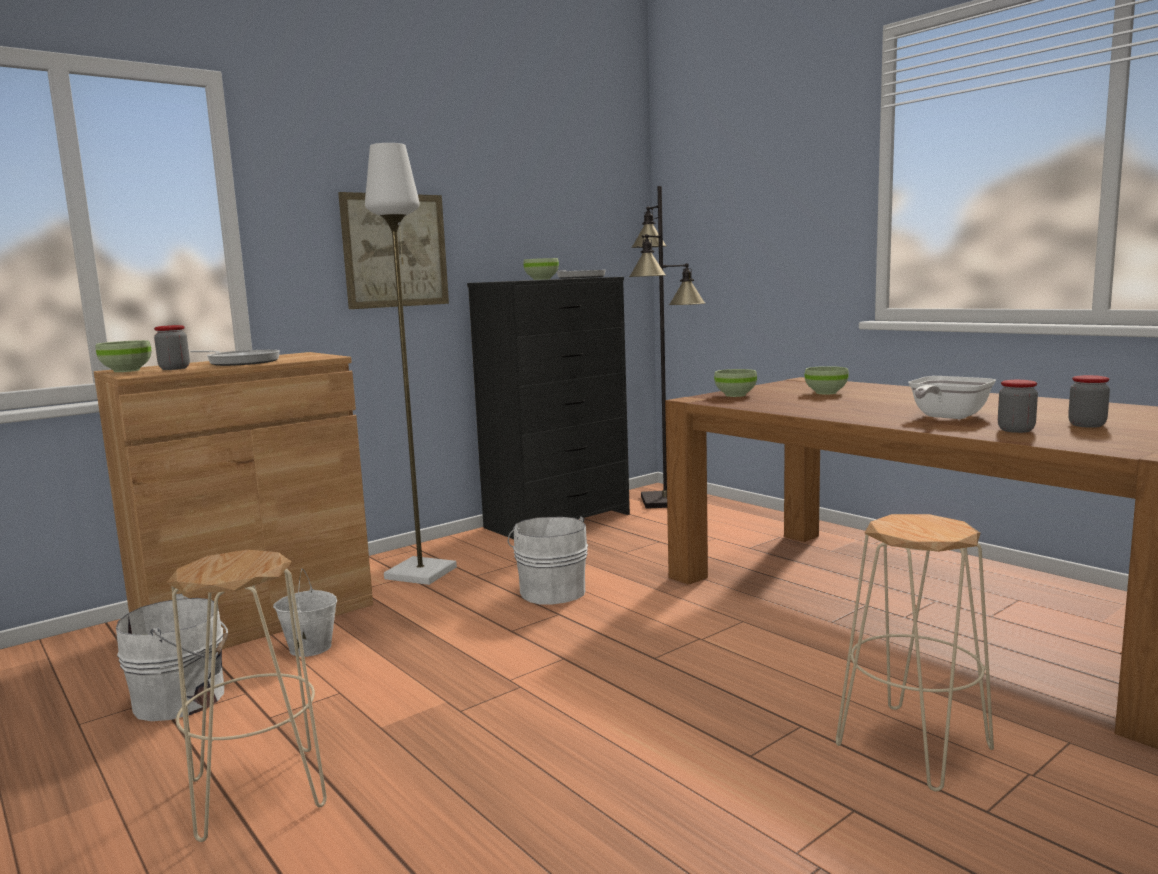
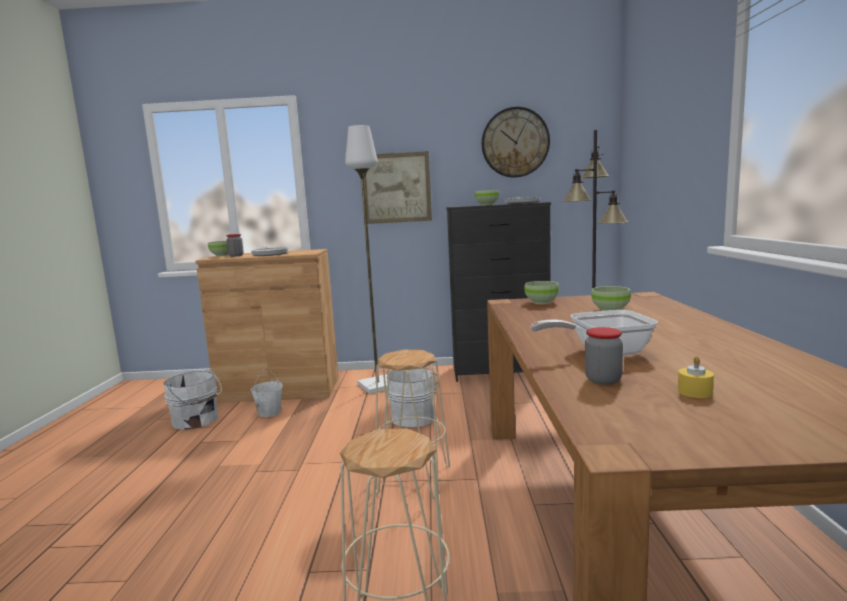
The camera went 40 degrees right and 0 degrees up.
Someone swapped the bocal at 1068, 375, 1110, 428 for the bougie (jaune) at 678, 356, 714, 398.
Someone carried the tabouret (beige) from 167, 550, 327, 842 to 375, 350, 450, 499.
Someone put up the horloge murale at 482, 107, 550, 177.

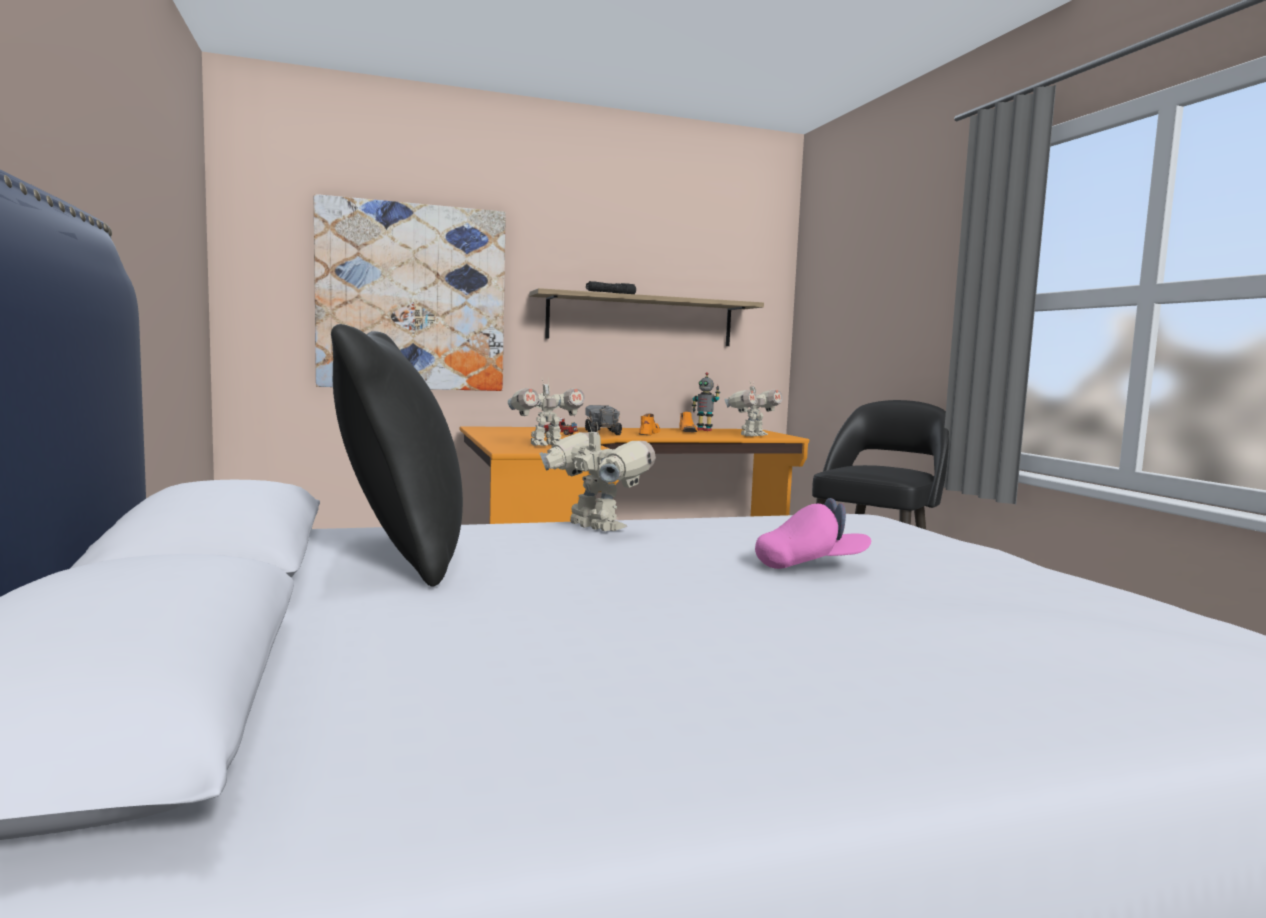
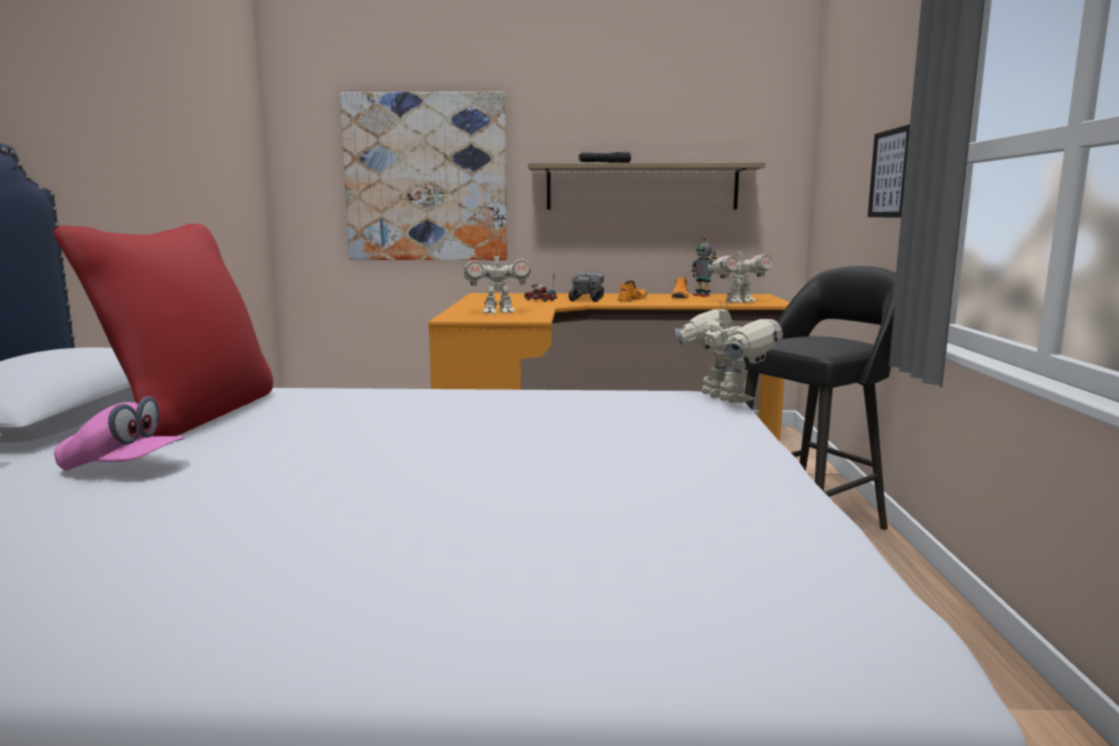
The camera went 20 degrees right and 5 degrees up.
Someone repainted the coussin (noir) at 331, 324, 463, 587, which became the coussin (rouge) at 54, 224, 273, 436.
Someone carried the robot jouet from 540, 421, 656, 531 to 675, 300, 783, 403.
Someone carried the casquette (rose) from 755, 498, 871, 569 to 54, 396, 185, 471.
Someone put up the tableau at 868, 124, 910, 217.

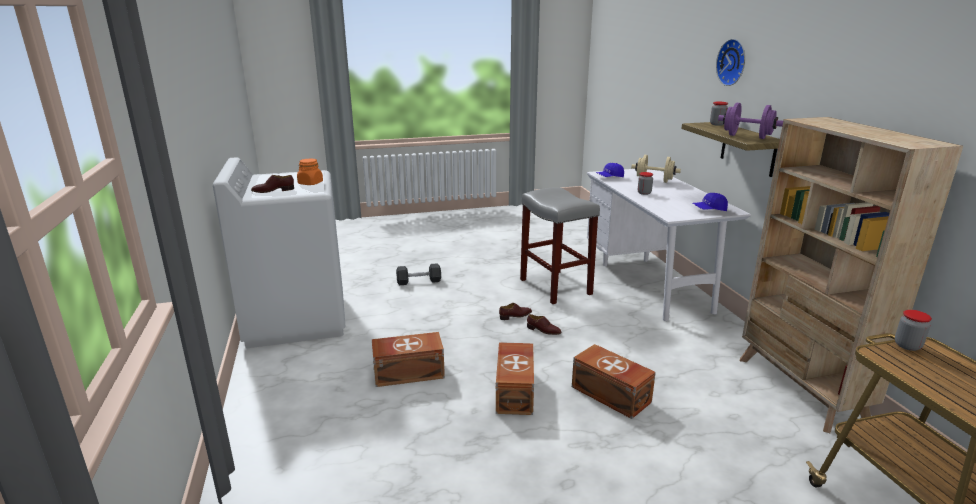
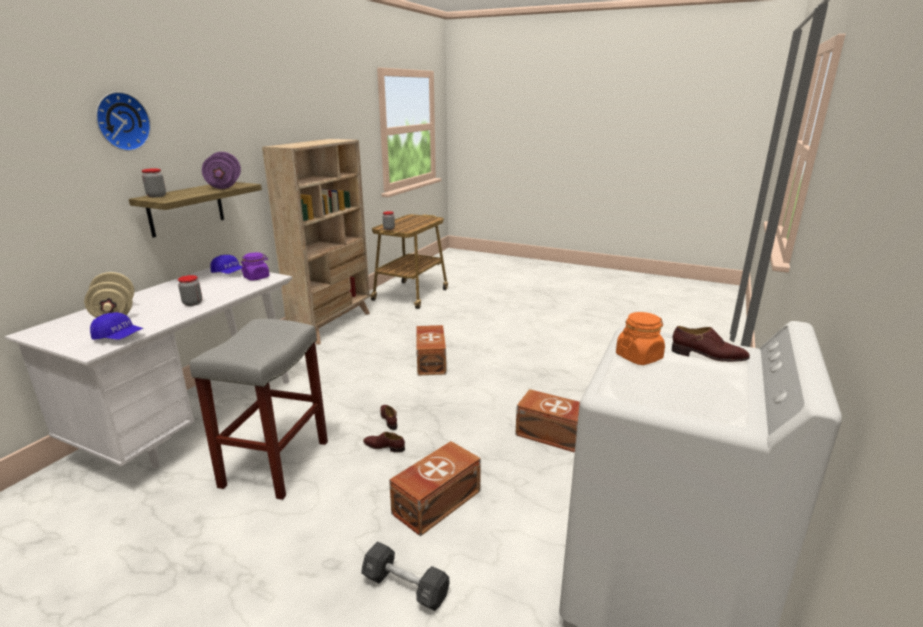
The camera went 140 degrees left and 0 degrees up.
Someone carried the boîte de rangement (marron) from 496, 342, 534, 415 to 389, 441, 481, 537.
Someone put down the bocal (violet) at 241, 252, 270, 280.

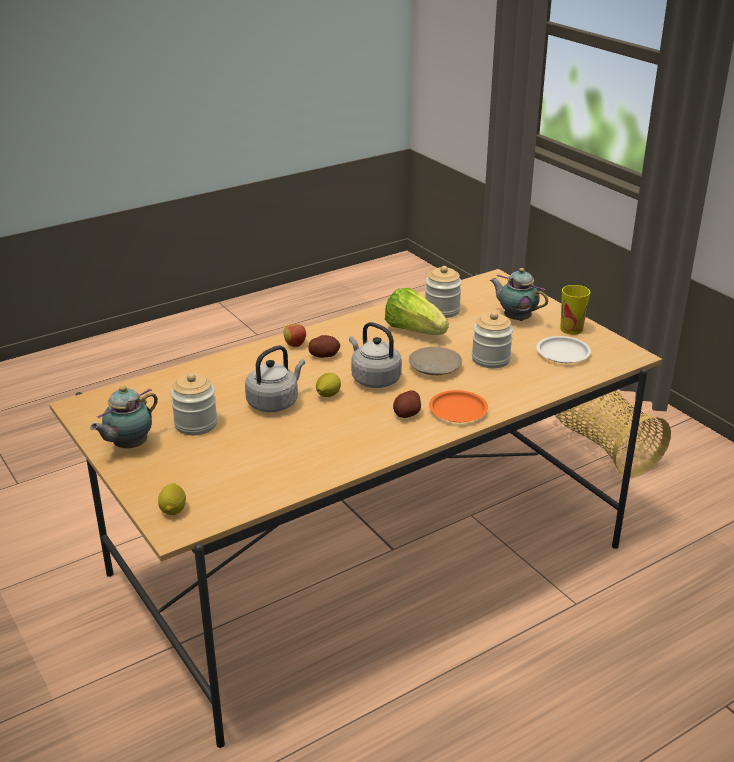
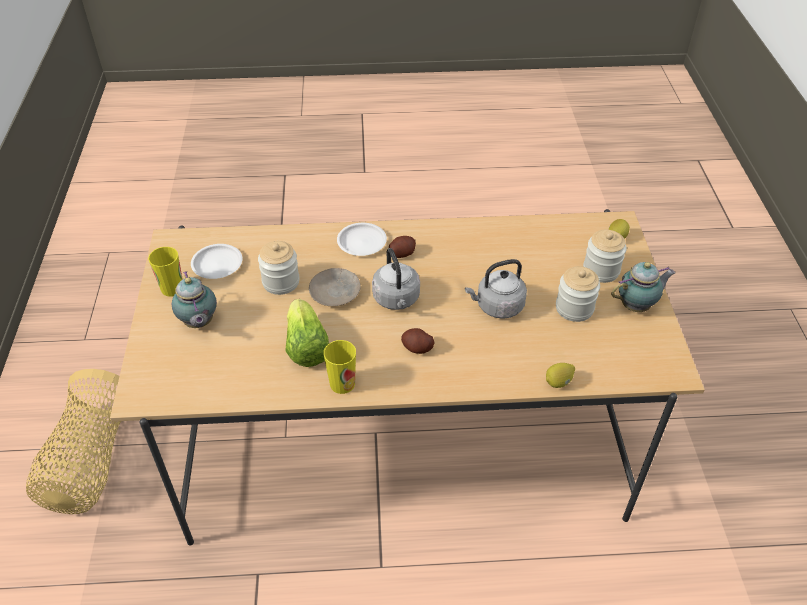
The camera went 150 degrees left and 15 degrees up.
Someone carried the bocal from 425, 266, 462, 318 to 583, 230, 627, 283.
Someone took away the pomme at 283, 320, 306, 347.
Someone carried the citron from 316, 373, 341, 397 to 546, 363, 575, 388.
Someone repainted the assiette (orange) at 429, 390, 488, 422, which became the assiette (blanc) at 337, 223, 387, 256.
Someone put down the tasse at 323, 340, 356, 394.

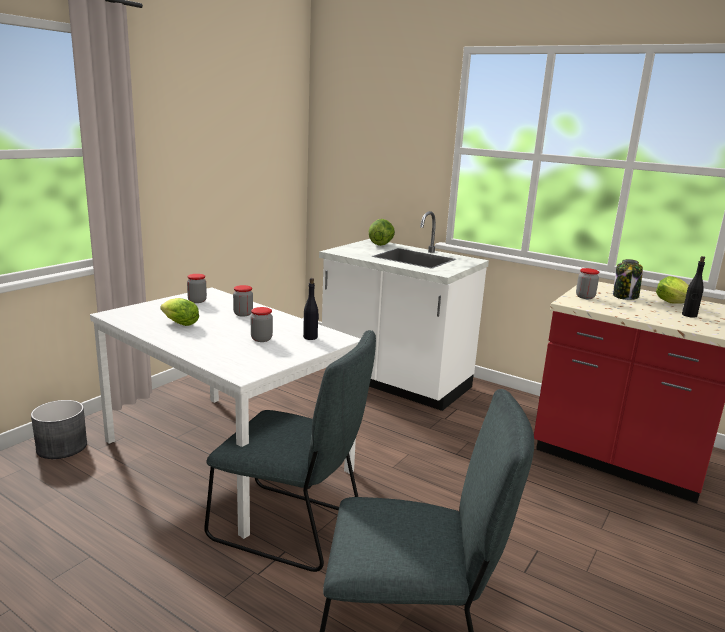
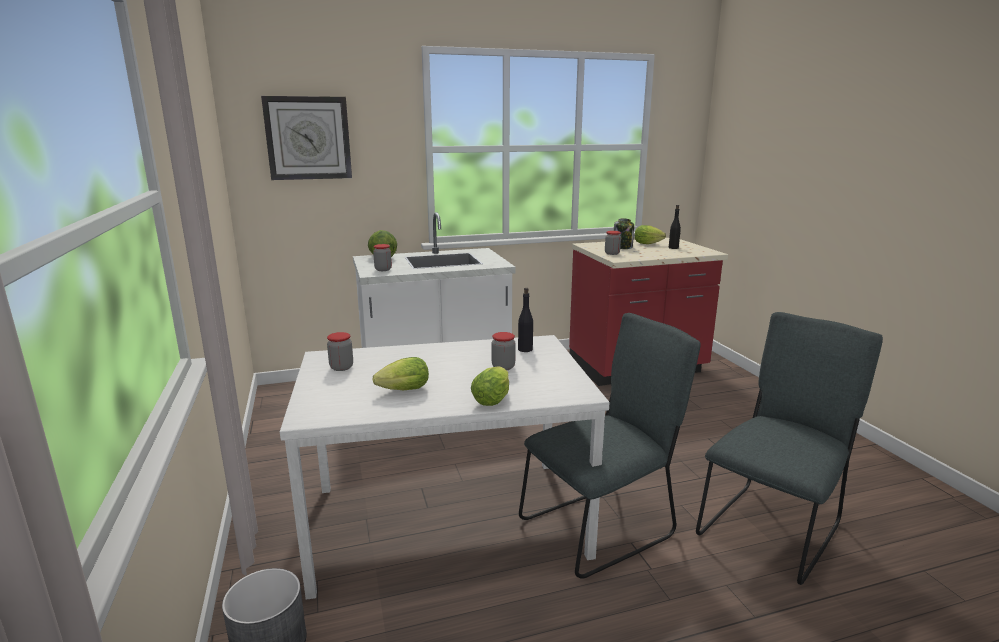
The camera went 50 degrees left and 0 degrees up.
Someone carried the bocal from 233, 285, 253, 317 to 373, 244, 392, 271.
Someone put up the horloge murale at 261, 96, 352, 180.
Someone put down the laitue at 471, 366, 509, 406.

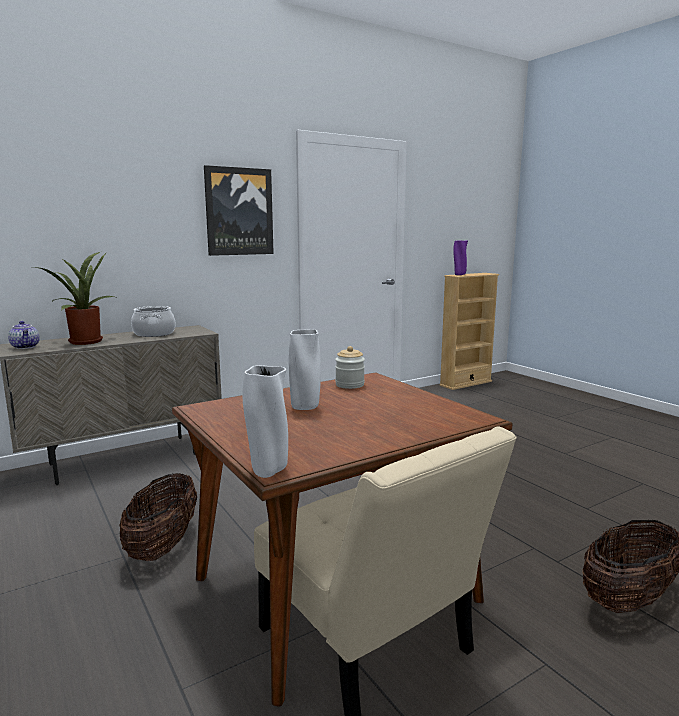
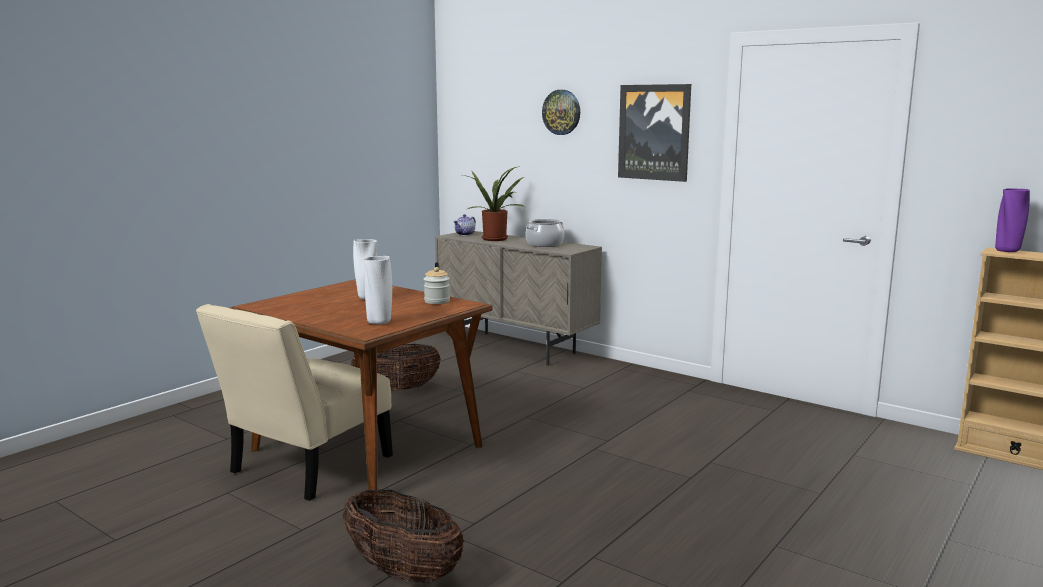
The camera went 70 degrees right and 0 degrees up.
Someone carried the vase (blanc) from 242, 365, 288, 478 to 364, 256, 392, 324.
Someone put up the horloge murale at 542, 90, 580, 135.

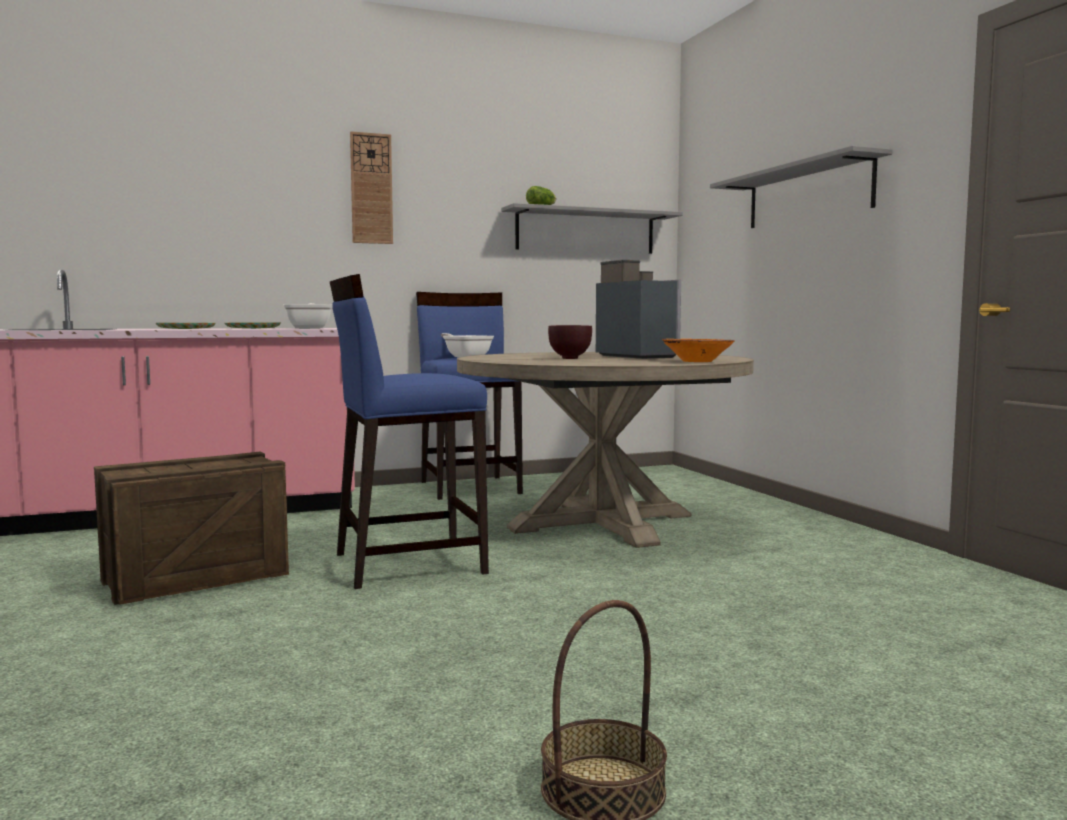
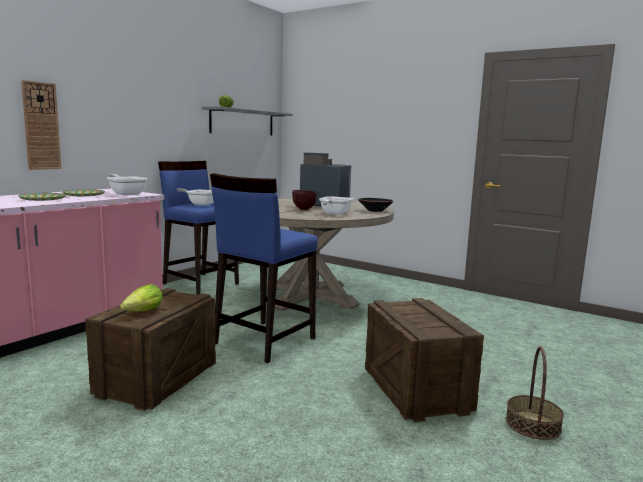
The camera went 35 degrees left and 5 degrees up.
Someone carried the horloge murale from 350, 131, 393, 244 to 21, 80, 62, 170.
Someone took away the étagère (gris) at 710, 145, 893, 228.
Someone repainted the bol (orange) at 662, 339, 735, 362, which became the bol (noir) at 358, 198, 394, 212.
Someone put down the poêle at 319, 196, 353, 215.
Someone put down the laitue at 120, 284, 163, 312.
Someone put down the caisse at 365, 298, 484, 423.

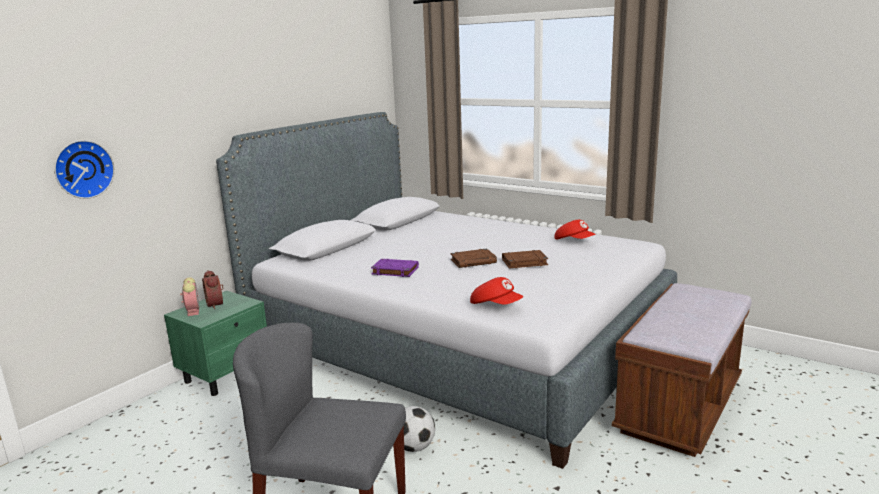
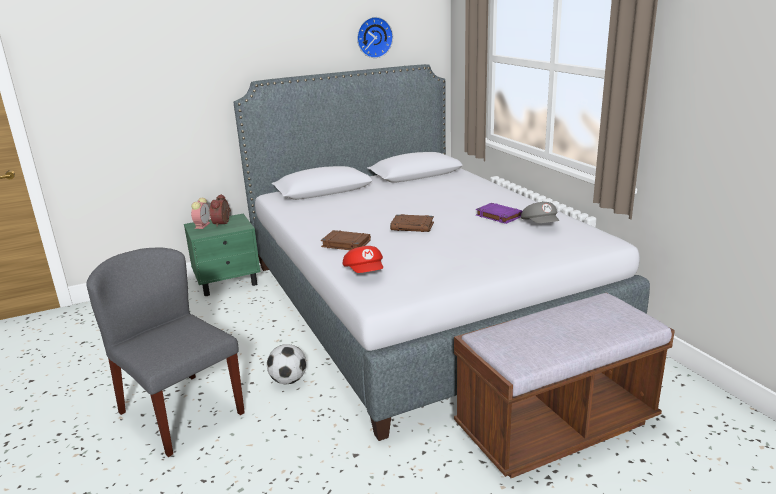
The camera went 30 degrees right and 5 degrees up.
Someone carried the horloge murale from 54, 140, 115, 199 to 357, 17, 393, 58.
Someone repainted the casquette (rouge) at 554, 220, 595, 240, which became the casquette (gris) at 521, 202, 559, 223.
Someone carried the livre (marron) from 502, 250, 548, 268 to 321, 230, 371, 250.
Someone carried the livre (violet) from 371, 259, 419, 277 to 476, 203, 522, 224.

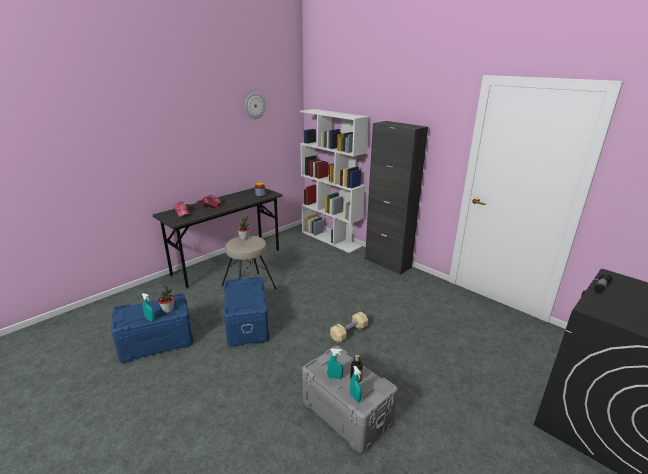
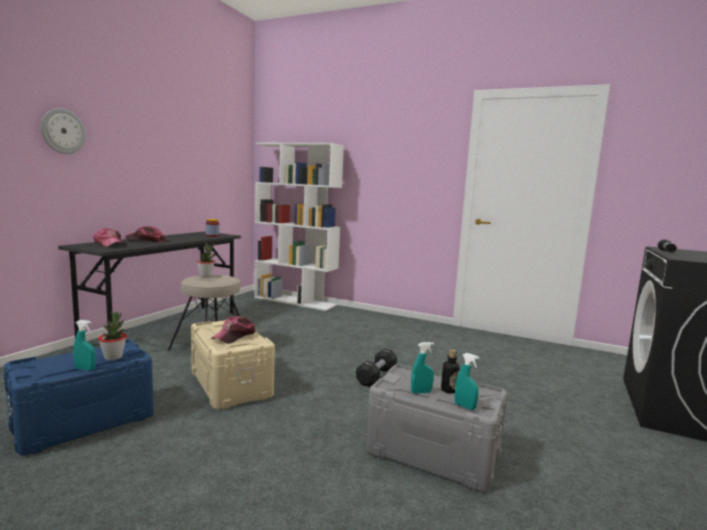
The camera went 20 degrees left and 15 degrees down.
Someone carried the horloge murale from 245, 92, 266, 119 to 41, 108, 86, 154.
Someone took away the meuble de rangement (noir) at 365, 121, 428, 275.
Someone repainted the boîte de rangement (bleu) at 224, 277, 269, 347, which became the boîte de rangement (beige) at 191, 319, 275, 409.
Someone repainted the haltère (beige) at 330, 311, 368, 342, which became the haltère (noir) at 356, 348, 397, 387.
Someone put down the casquette at 211, 316, 256, 344.

